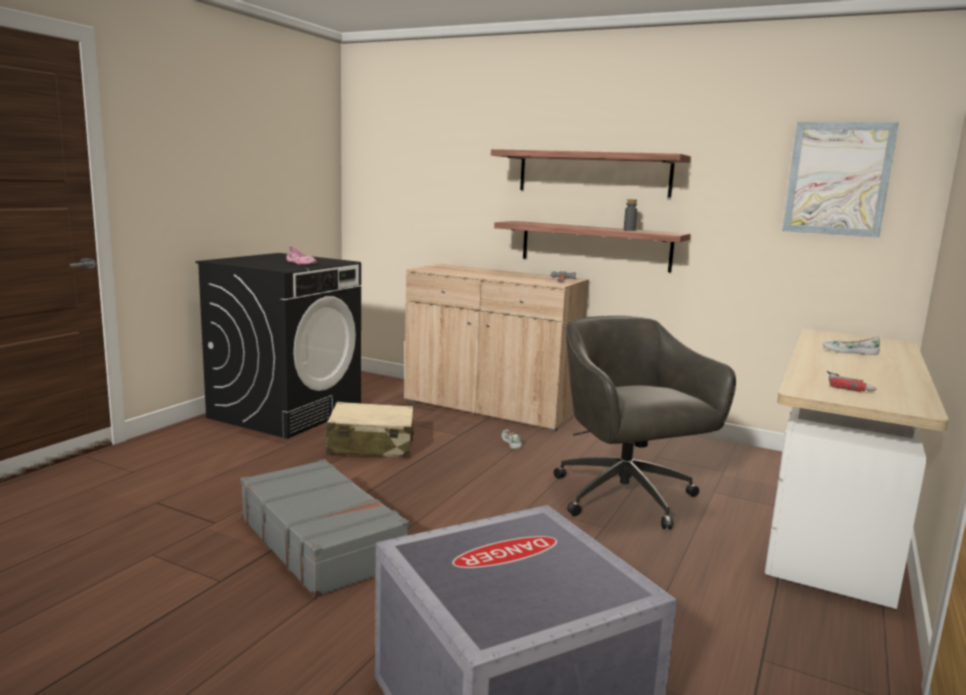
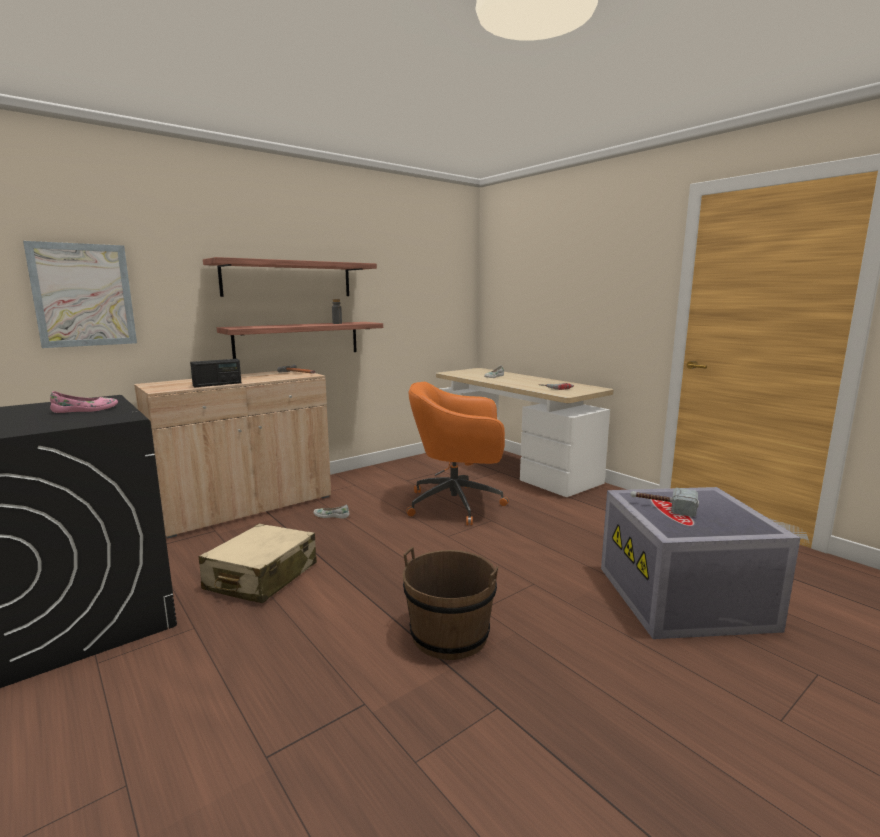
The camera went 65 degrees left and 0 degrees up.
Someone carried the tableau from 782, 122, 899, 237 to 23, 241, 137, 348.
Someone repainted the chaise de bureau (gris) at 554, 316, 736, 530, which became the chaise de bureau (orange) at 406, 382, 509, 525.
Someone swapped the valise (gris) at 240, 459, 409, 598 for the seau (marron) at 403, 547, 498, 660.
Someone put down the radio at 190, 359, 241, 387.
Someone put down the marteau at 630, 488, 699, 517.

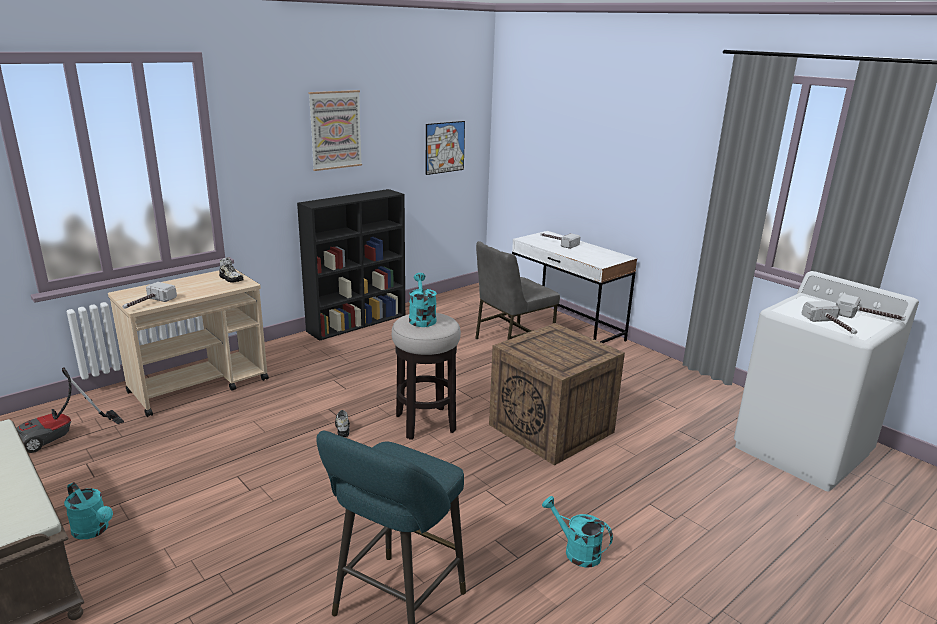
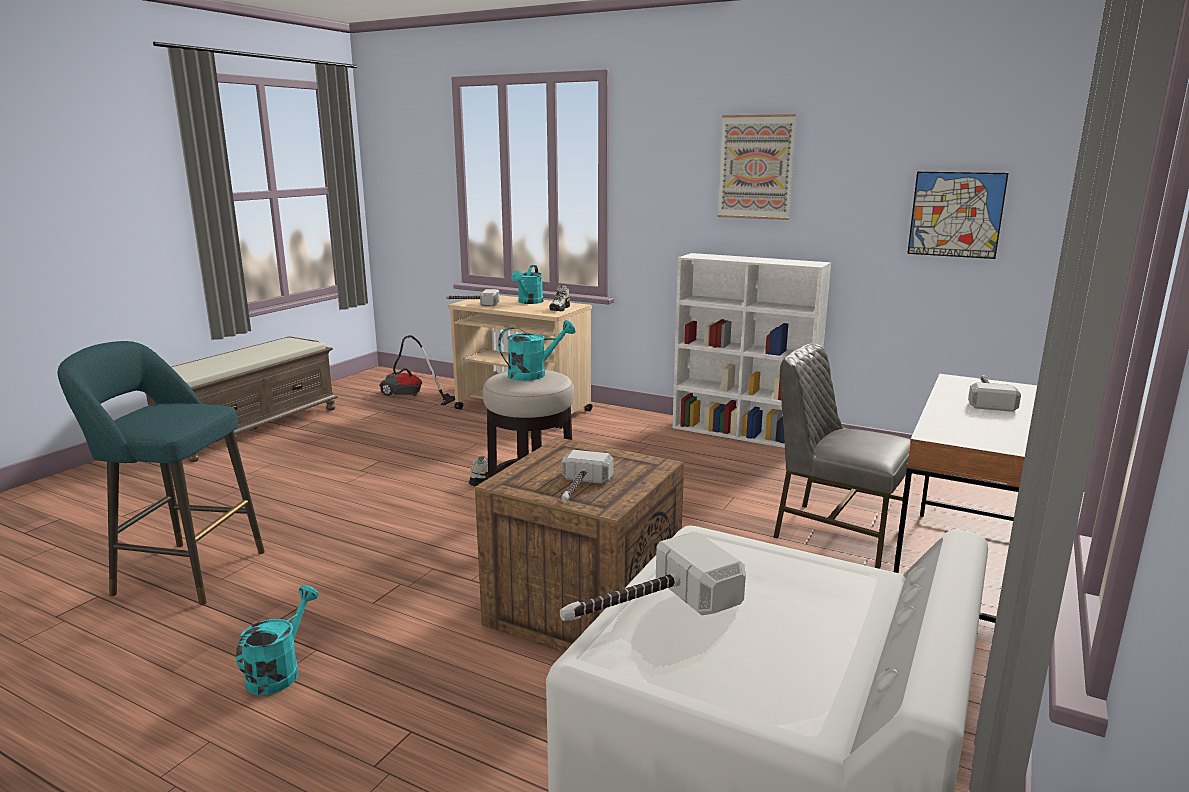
The camera went 70 degrees right and 5 degrees down.
Someone repainted the bibliothèque (noir) at 297, 189, 405, 341, which became the bibliothèque (blanc) at 672, 253, 831, 448.
Someone carried the marteau from 836, 294, 906, 321 to 561, 450, 614, 502.
Someone carried the arrosoir (turquoise) from 64, 482, 113, 539 to 511, 265, 543, 304.

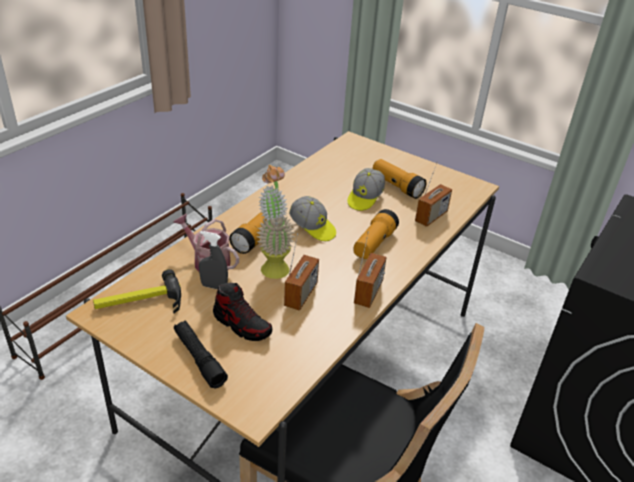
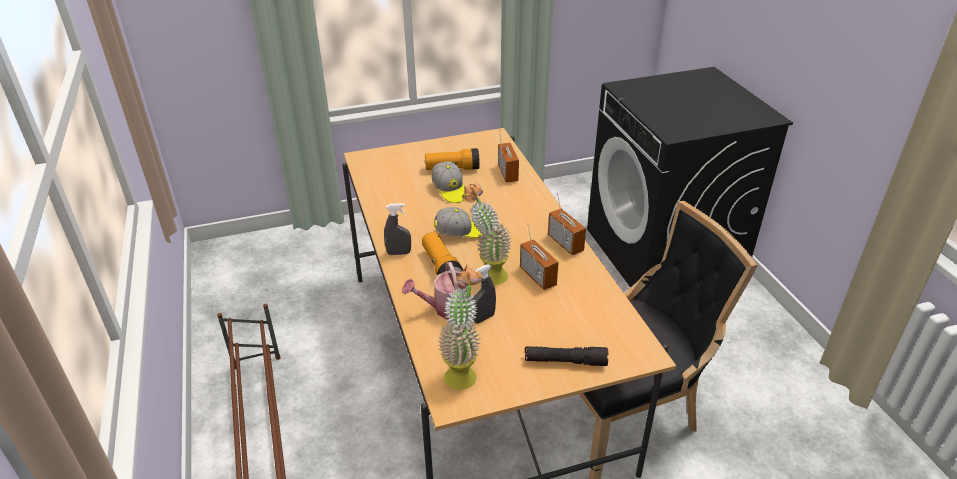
The camera went 50 degrees left and 0 degrees up.
Someone took away the lampe de poche at 353, 209, 399, 259.
Someone swapped the marteau at 93, 269, 181, 313 for the plante en pot at 438, 264, 482, 390.
Someone took away the chaussure at 213, 283, 272, 341.
Someone put down the vaporisateur (gris) at 384, 203, 411, 255.

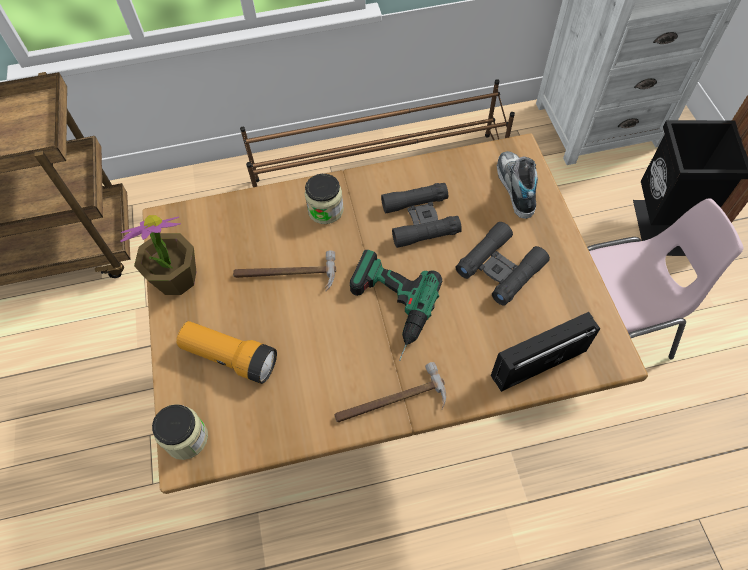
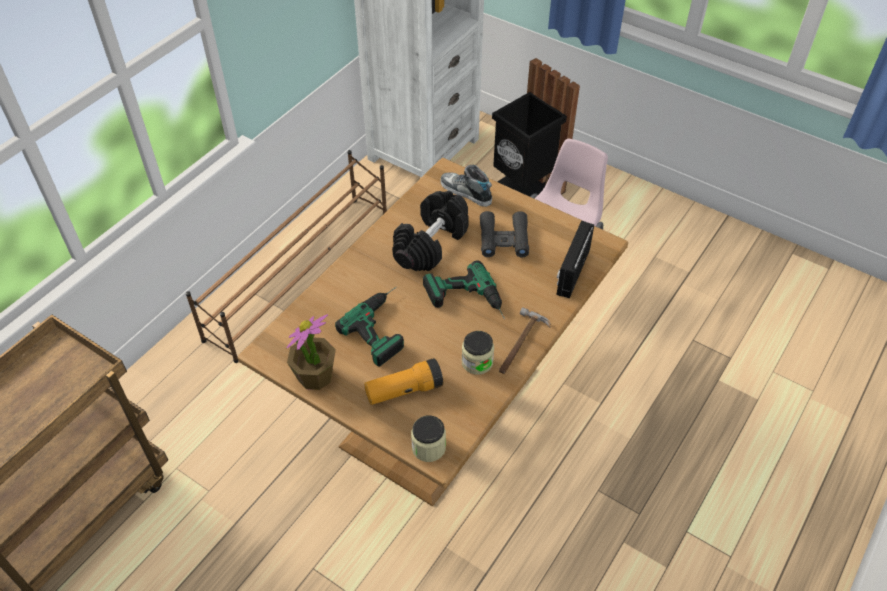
The camera went 45 degrees left and 10 degrees down.
Someone carried the bocal from 305, 174, 344, 224 to 462, 331, 494, 375.
Someone swapped the jumelles (noir) at 381, 183, 462, 248 for the haltère (noir) at 392, 191, 469, 271.
Someone swapped the marteau at 233, 250, 336, 291 for the perceuse at 335, 287, 404, 367.

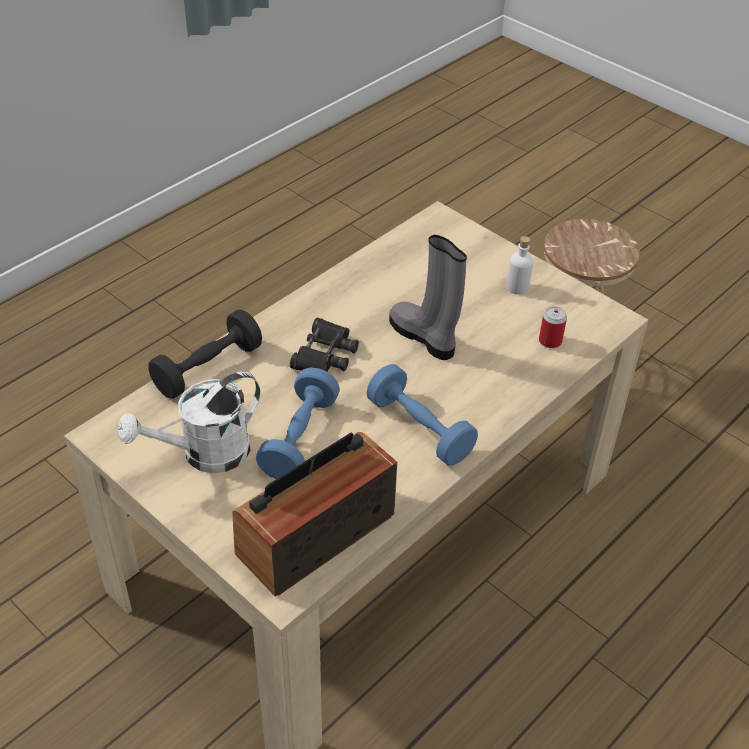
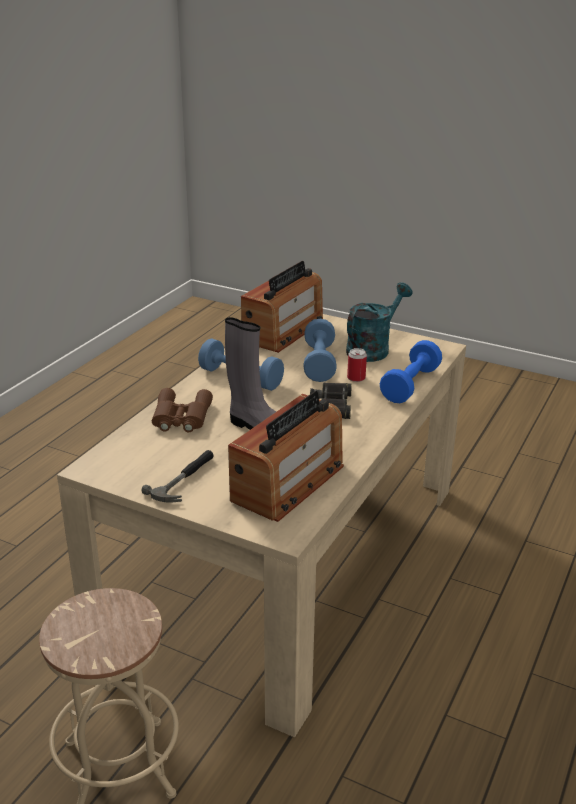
The camera went 165 degrees right and 15 degrees down.
Someone swapped the bouteille (blanc) at 506, 236, 533, 295 for the marteau at 141, 450, 214, 503.
Someone carried the boîte métallique from 539, 306, 567, 348 to 347, 348, 367, 382.
Someone repainted the haltère (noir) at 148, 310, 262, 399, which became the haltère (bleu) at 380, 340, 442, 403.
Someone repainted the arrosoir (blanc) at 118, 372, 260, 473, which became the arrosoir (turquoise) at 346, 282, 413, 362.
Someone put down the jumelles (marron) at 152, 388, 213, 432.
Someone put down the radio at 228, 391, 344, 522.

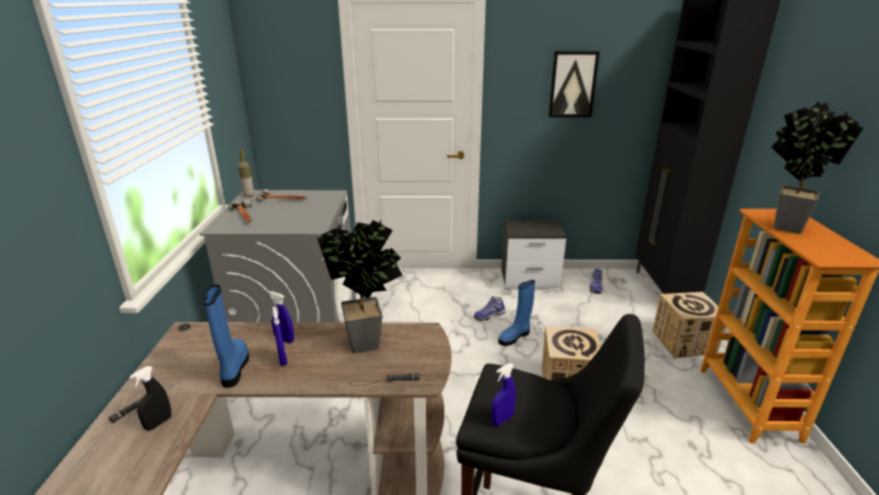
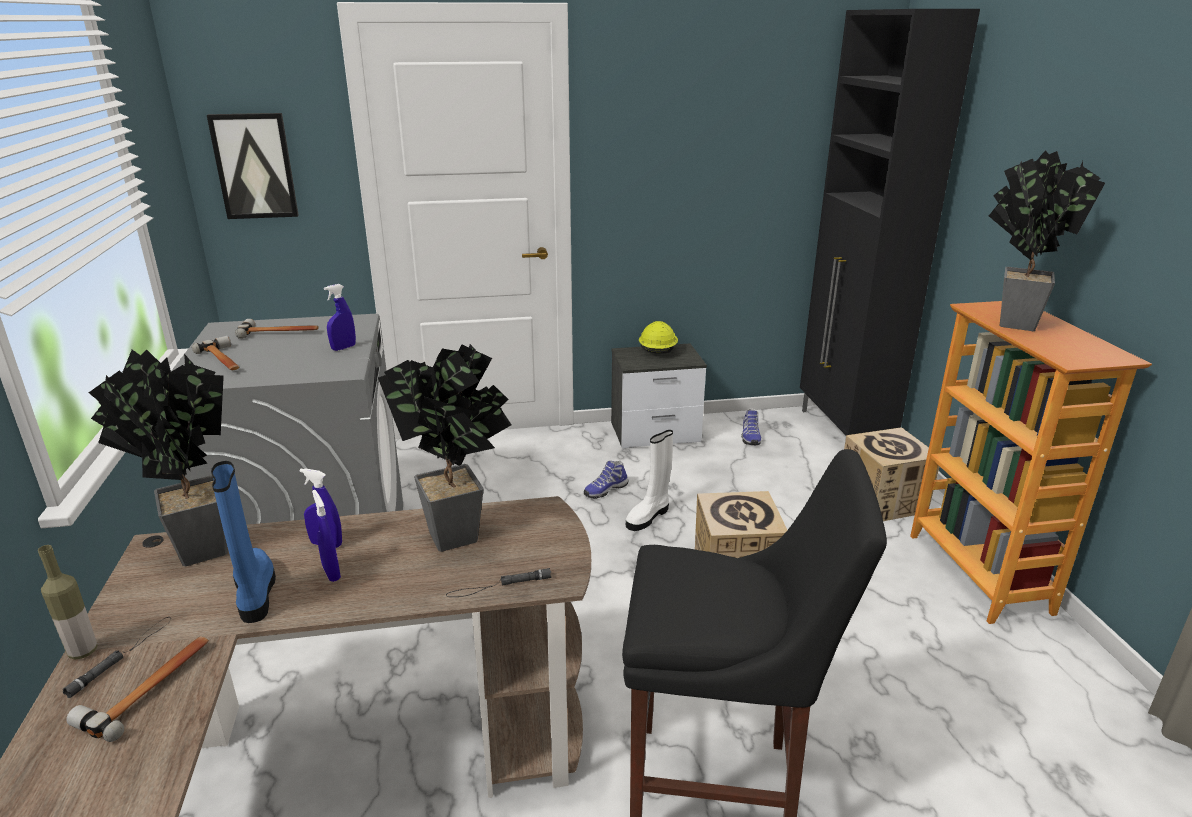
The camera went 10 degrees left and 0 degrees up.
Someone carried the tableau from 548, 51, 600, 117 to 207, 113, 299, 219.
Someone carried the bouteille from 238, 149, 254, 197 to 38, 545, 97, 660.
Someone repainted the botte (bleu) at 498, 280, 535, 346, which became the botte (blanc) at 626, 430, 673, 531.
Someone carried the vaporisateur (bleu) from 491, 363, 516, 426 to 324, 284, 356, 351.
Someone swapped the vaporisateur (noir) at 130, 366, 171, 431 for the marteau at 66, 636, 209, 742.
Someone put down the casque de chantier (jaune) at 639, 321, 678, 354.
Someone put down the plante en pot at 89, 350, 228, 566.

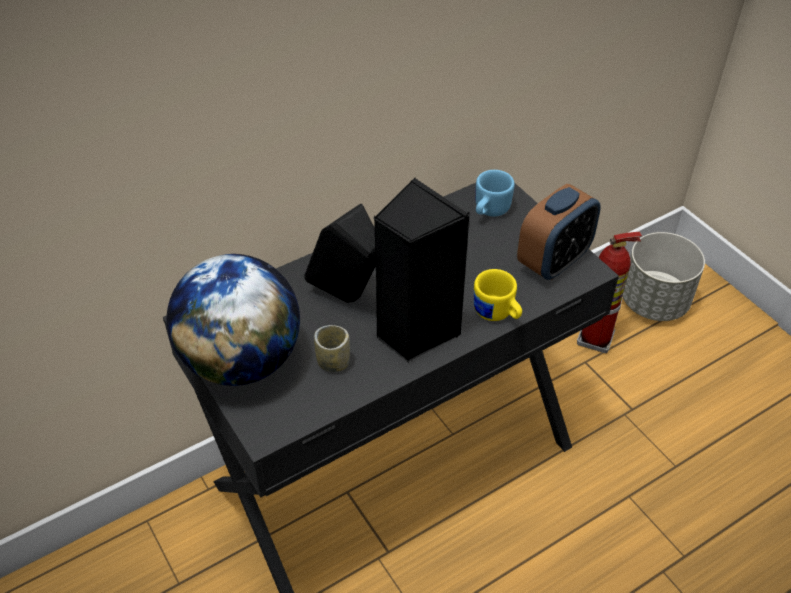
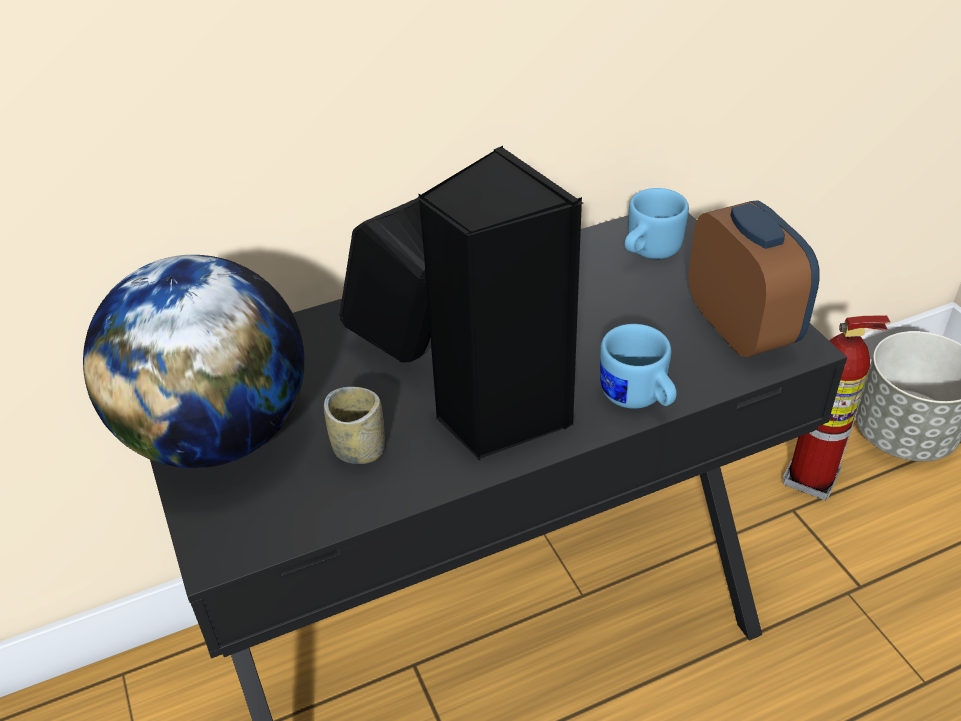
The camera went 10 degrees right and 5 degrees down.
Someone rotated the réveil at 517, 184, 601, 280 by 75 degrees counterclockwise.
Someone repainted the mug (jaune) at 474, 269, 522, 321, which became the mug (bleu) at 600, 324, 677, 409.

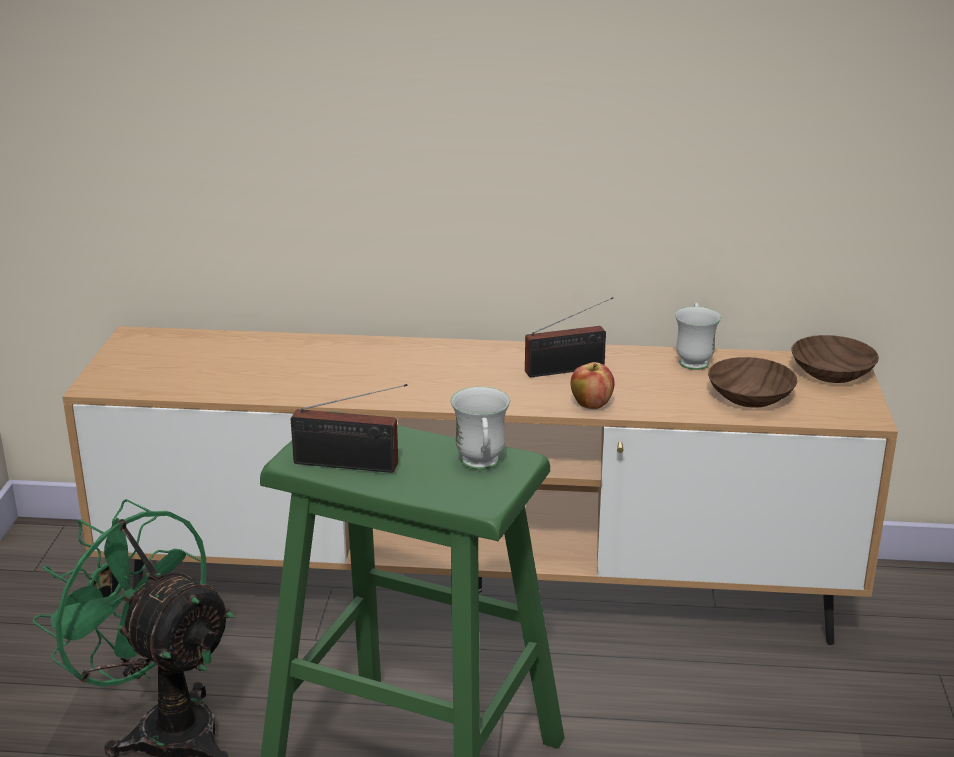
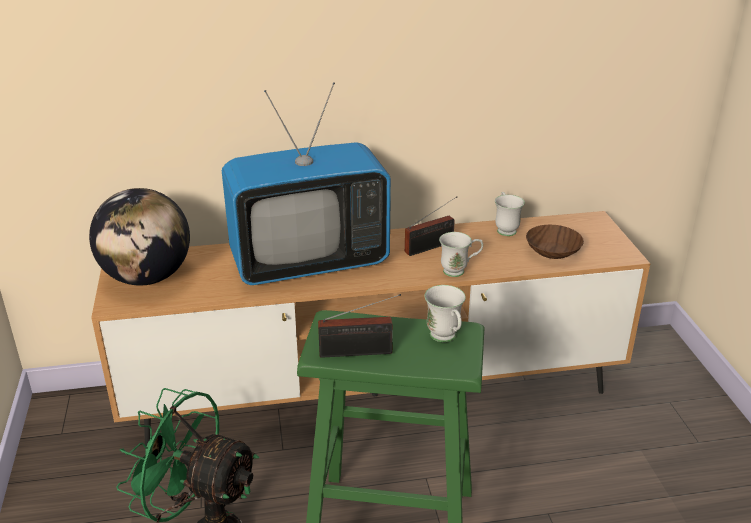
The camera went 15 degrees left and 5 degrees up.
Someone took away the bol (marron) at 792, 335, 879, 383.
Someone swapped the pomme at 571, 362, 615, 409 for the mug (blanc) at 439, 232, 483, 277.
Someone put down the téléviseur at 222, 82, 391, 285.
Someone put down the globe at 89, 188, 190, 286.

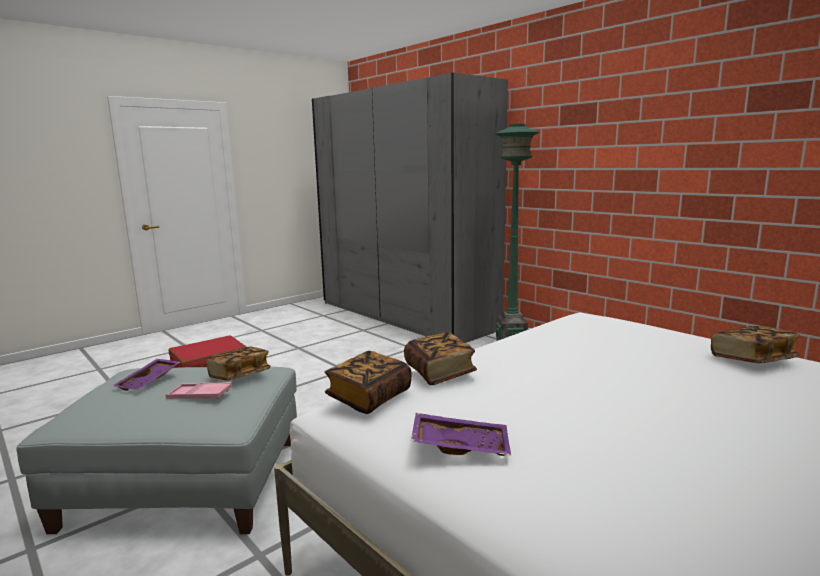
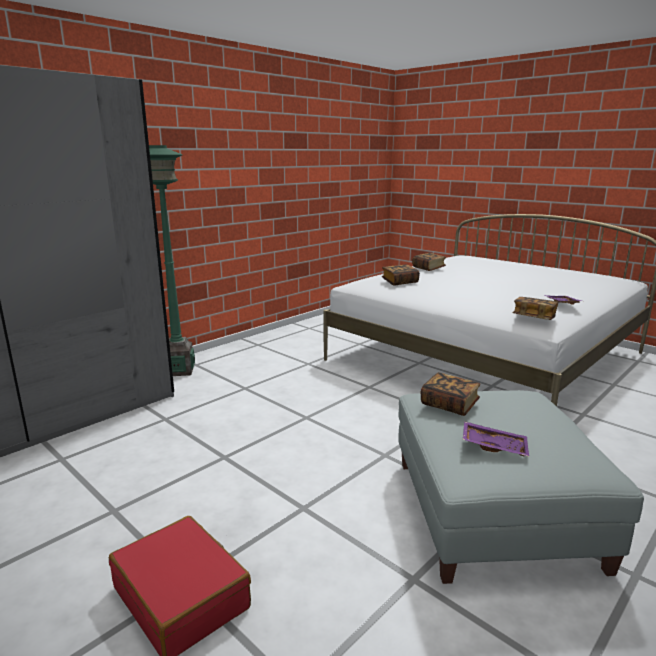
The camera went 95 degrees left and 5 degrees up.
Someone carried the livre from 404, 332, 477, 385 to 382, 265, 420, 286.
Someone took away the plateau (rose) at 166, 382, 232, 399.

